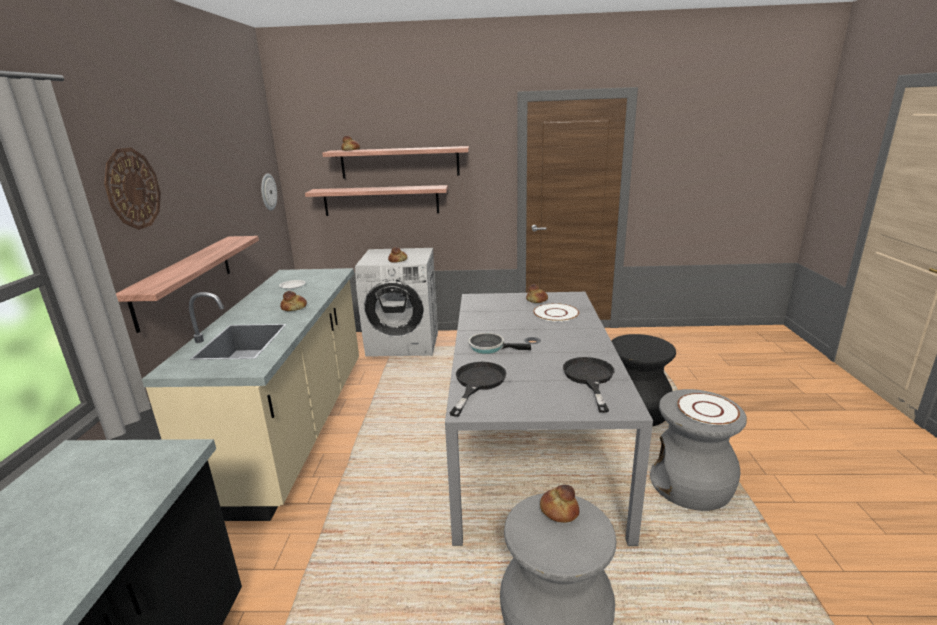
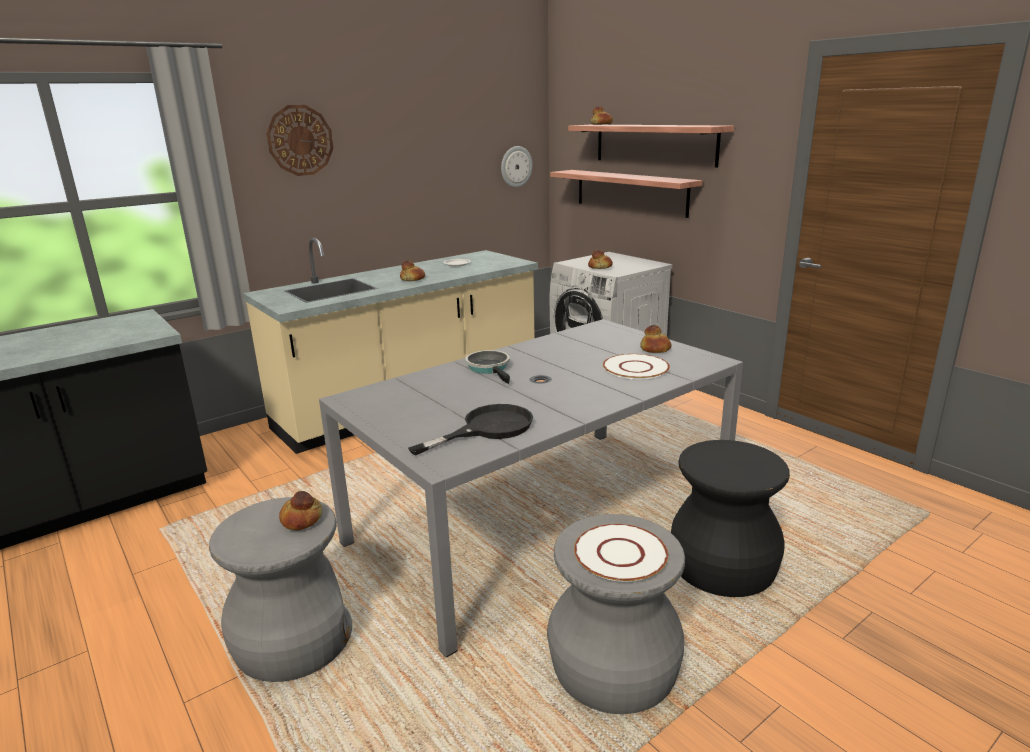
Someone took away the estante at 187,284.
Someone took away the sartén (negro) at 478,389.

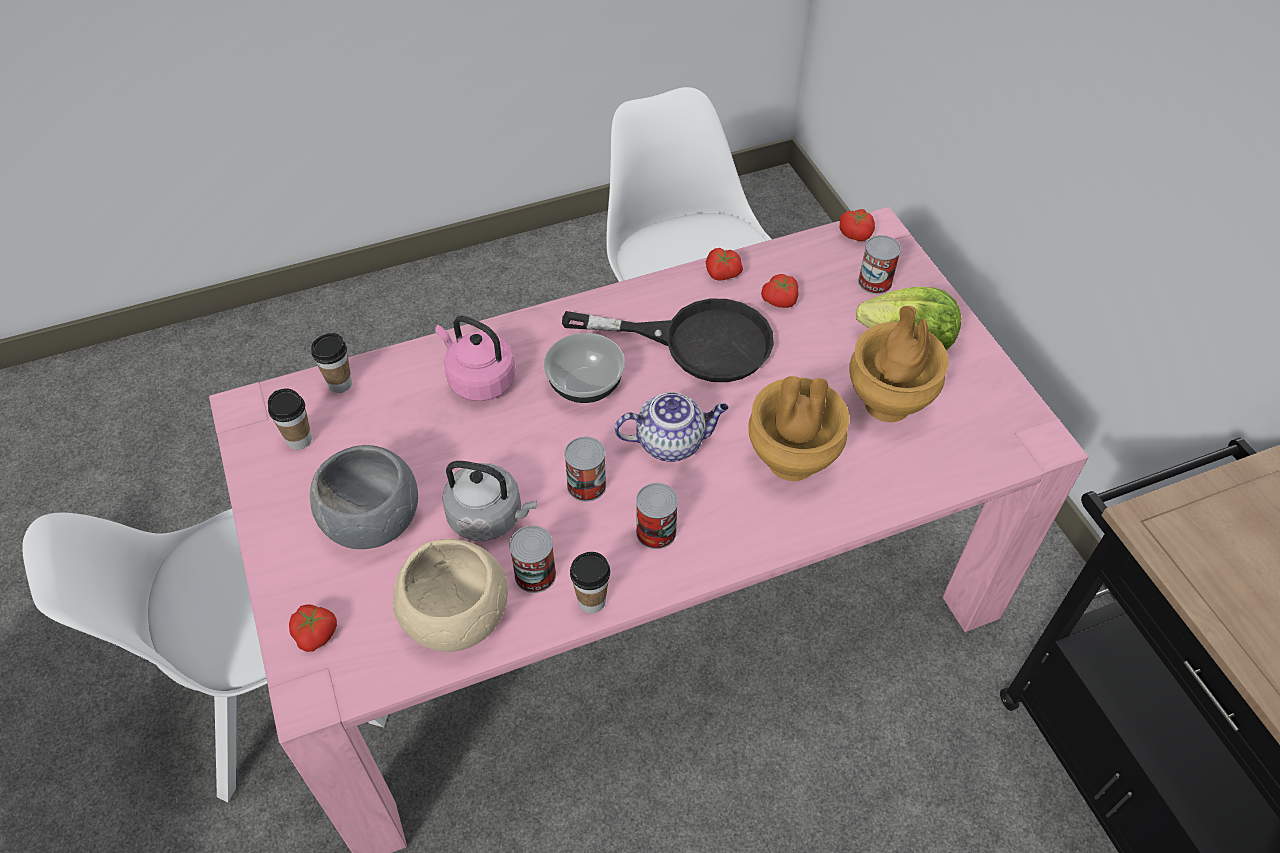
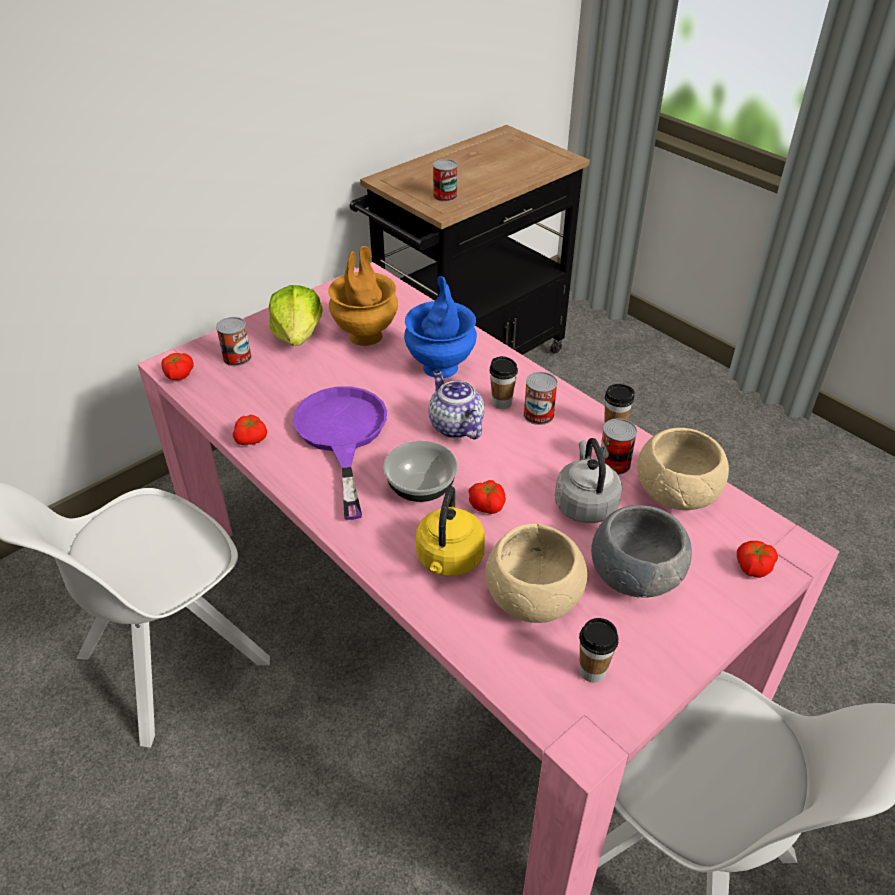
Someone repainted the sartén (negro) at 668,340, which became the sartén (morado) at 340,453.
Someone repainted the florero (marrón) at 799,428, which became the florero (azul) at 440,327.
Someone repainted the hervidor (rosa) at 475,358, which became the hervidor (amarillo) at 450,531.
Someone carried the lata from 585,469 to 445,180.
Someone carried the tomate from 779,291 to 487,497.
Someone put down the cuenco (beis) at 536,573.
Someone carried the taza from 331,363 to 504,382.

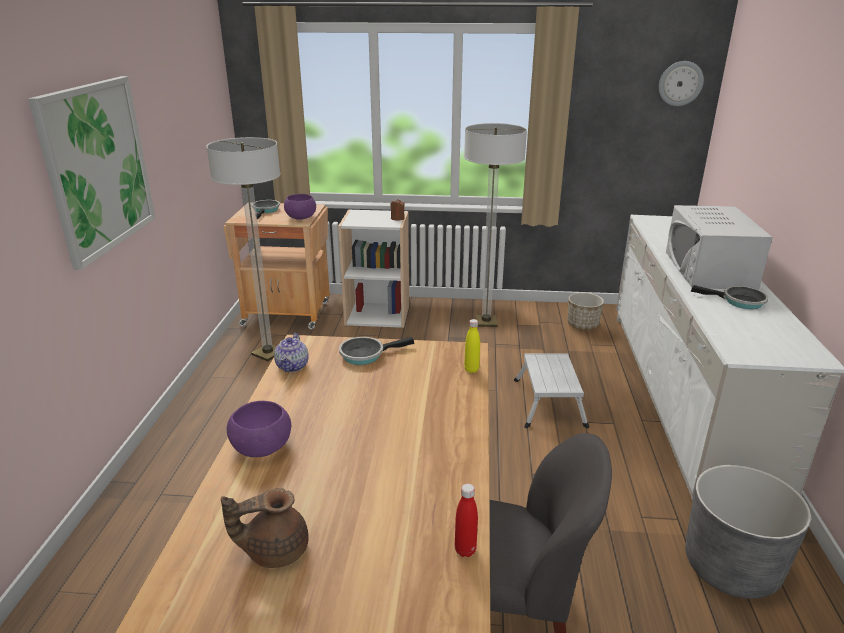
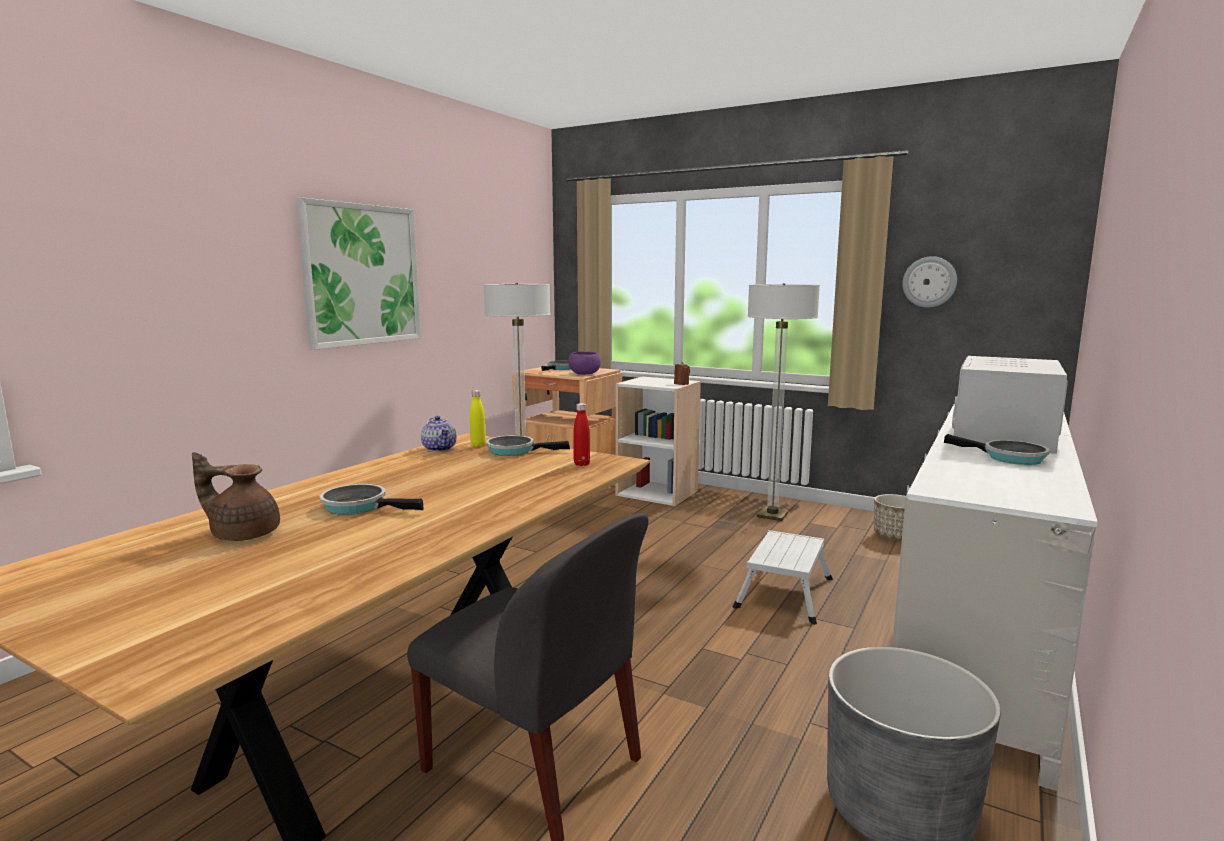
Someone put down the sartén at 372,499.
Someone rotated the tetera at 291,352 by 60 degrees counterclockwise.
Someone carried the botella (amarillo) from 472,346 to 478,418.
Someone carried the botella (rojo) from 466,520 to 581,434.
Someone carried the reloj de pared from 681,83 to 929,282.
Someone took away the cuenco (morado) at 259,429.

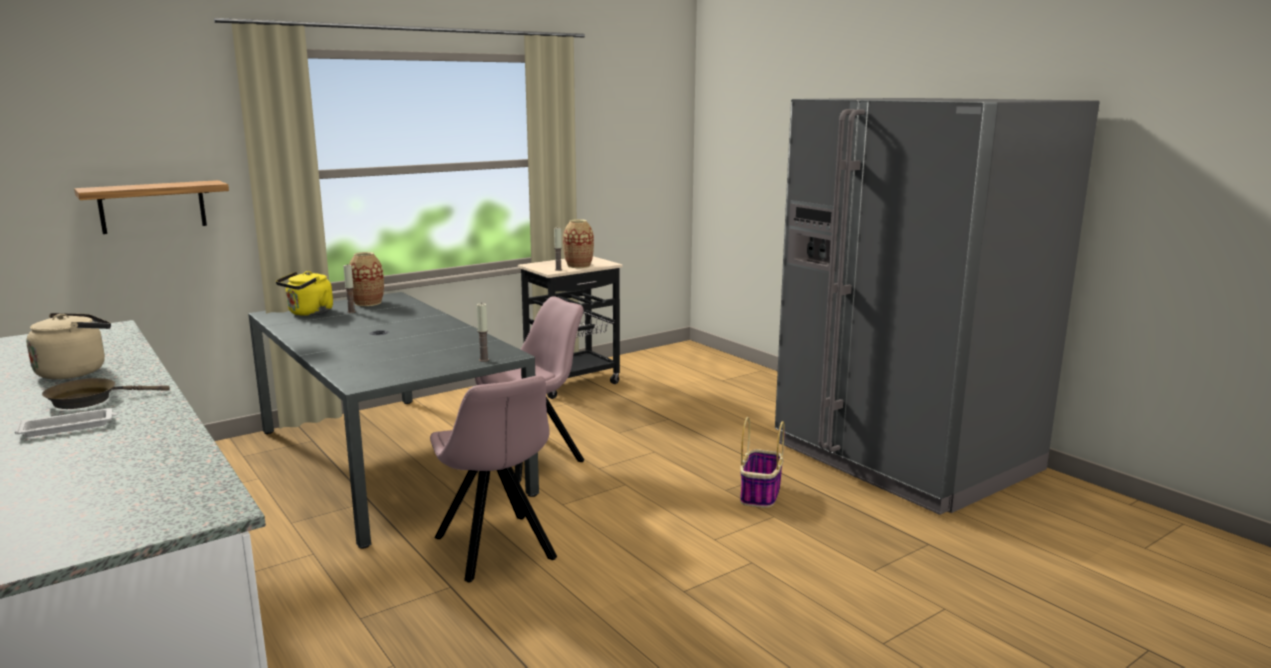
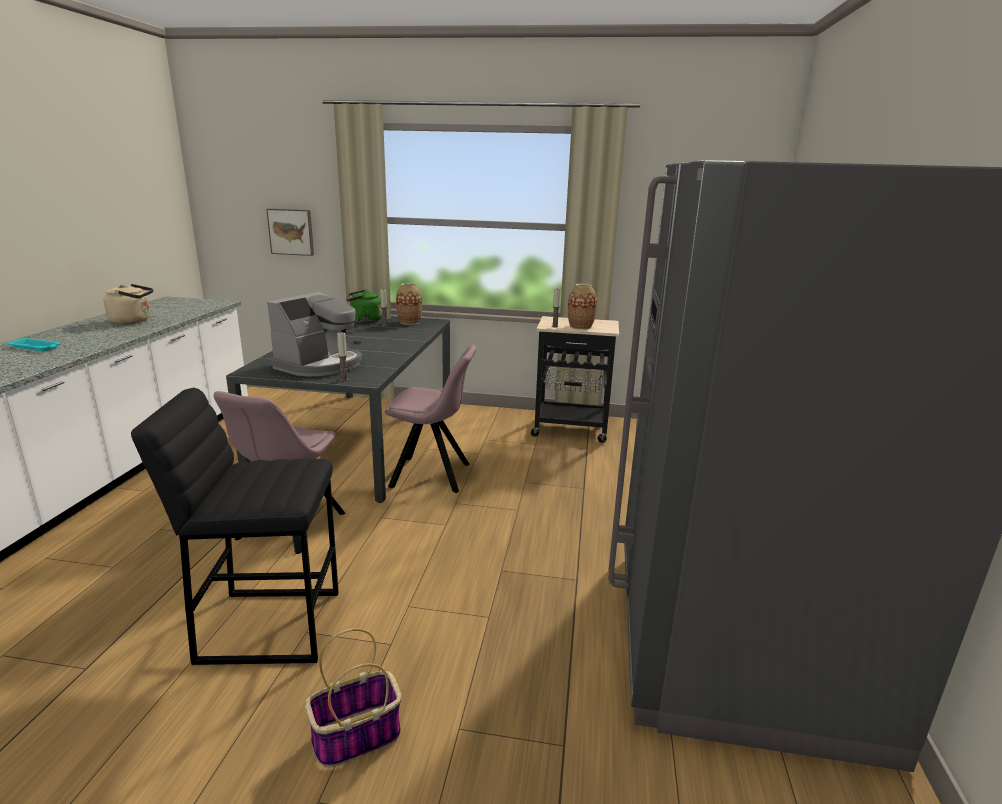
Someone repainted the bandeja (blanco) at 66,422, which became the bandeja (turquesa) at 33,344.
Someone put down the taburete (negro) at 235,526.
Someone swapped the estante at 151,207 for the cuadro at 290,232.
Someone put down the cafetera at 314,334.
Someone carried the cesta from 762,462 to 353,697.
Someone repainted the hervidor (amarillo) at 304,293, which became the hervidor (verde) at 364,306.
Someone took away the sartén (marrón) at 106,393.

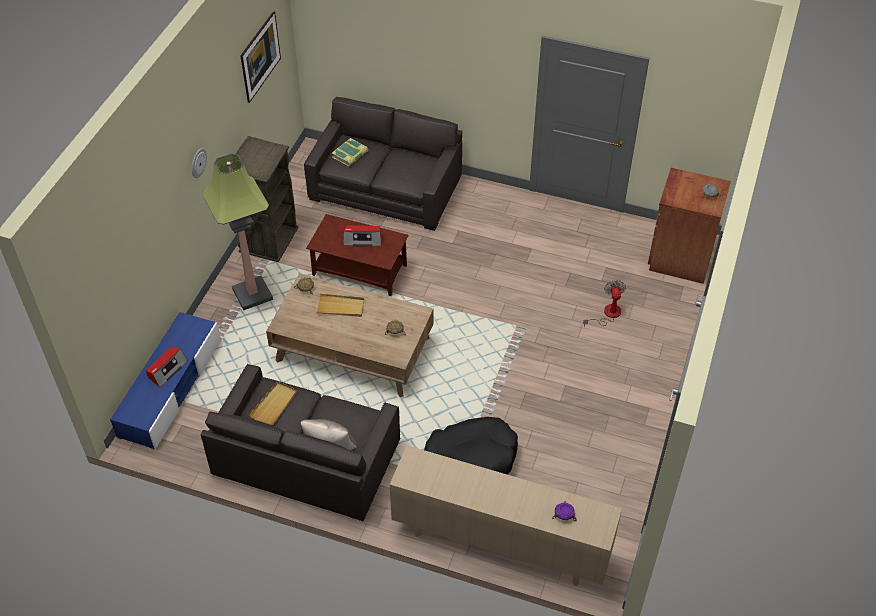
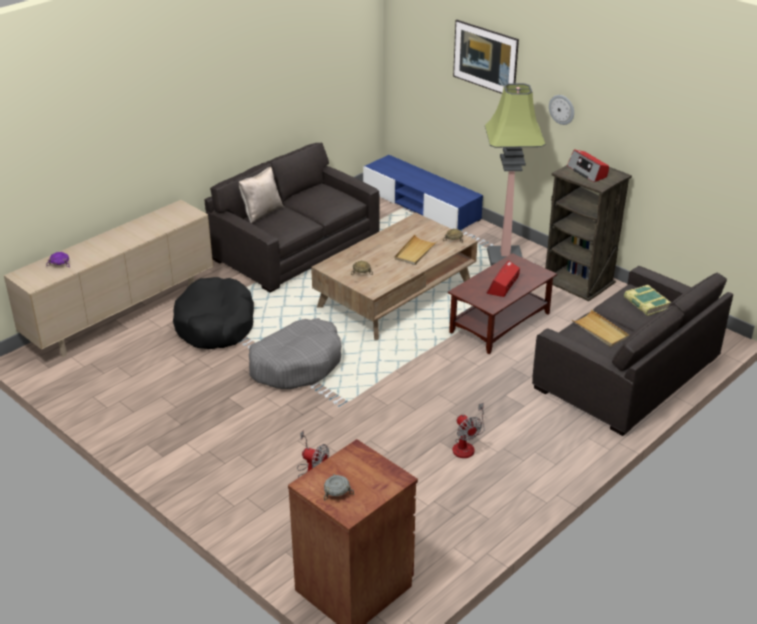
Someone put down the cama para perro (gris) at 295,353.
Someone carried the cuadro from 260,57 to 486,57.
Someone put down the ventilador at 469,430.
Someone carried the radio from 167,367 to 588,166.
Someone carried the bandeja (beis) from 273,403 to 600,328.

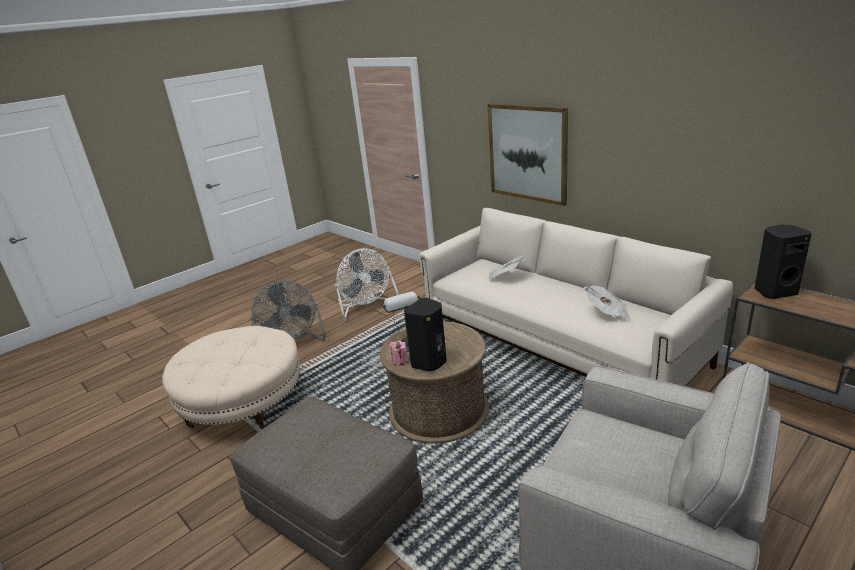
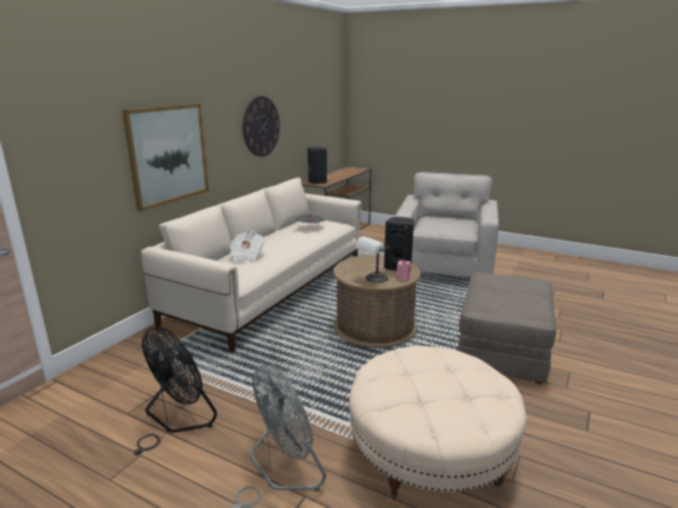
Someone repainted the ventilador (blanco) at 367,284, which became the ventilador (negro) at 174,391.
Someone put up the reloj de pared at 261,126.

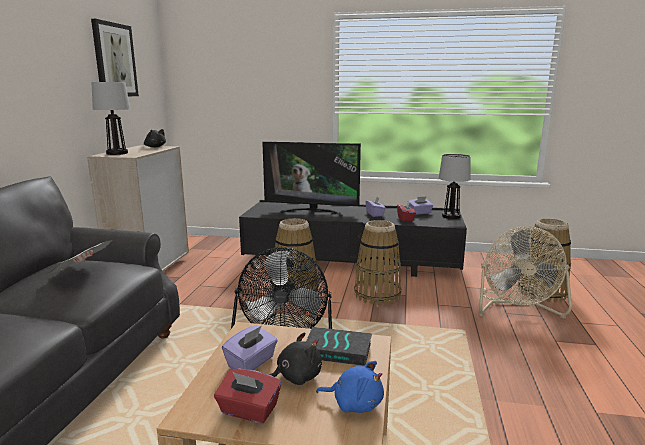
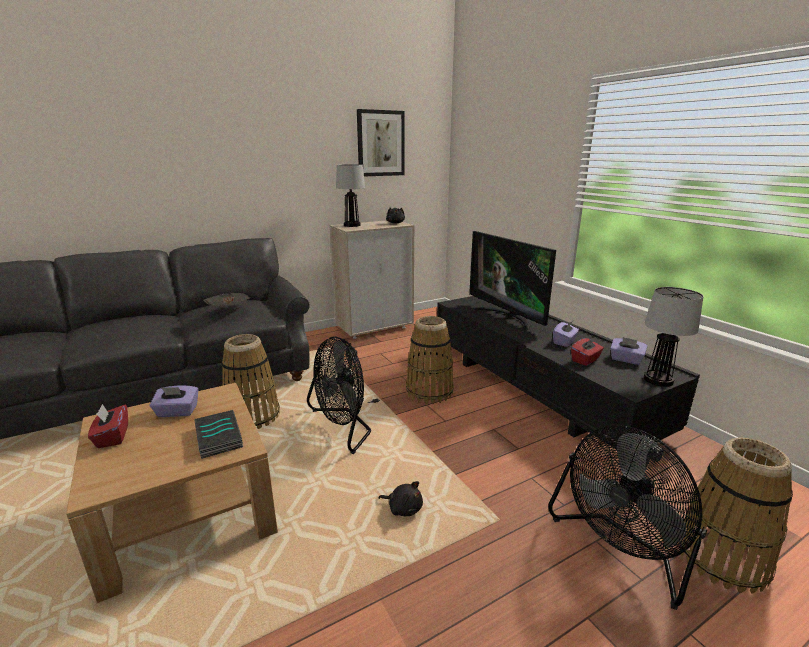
Someone carried the cesta from 377,262 to 250,381.
Someone carried the peluche (negro) from 295,358 to 401,498.
Someone repainted the ventilador (beis) at 525,272, which became the ventilador (negro) at 627,517.
Someone took away the peluche (azul) at 350,387.

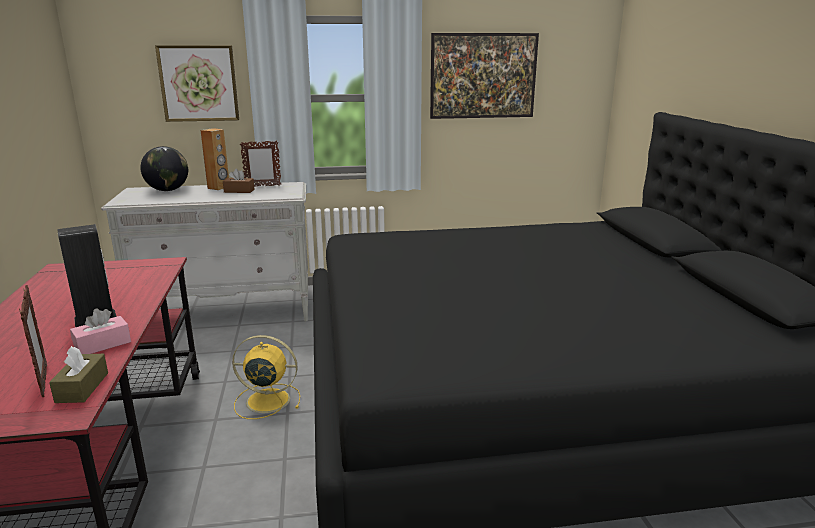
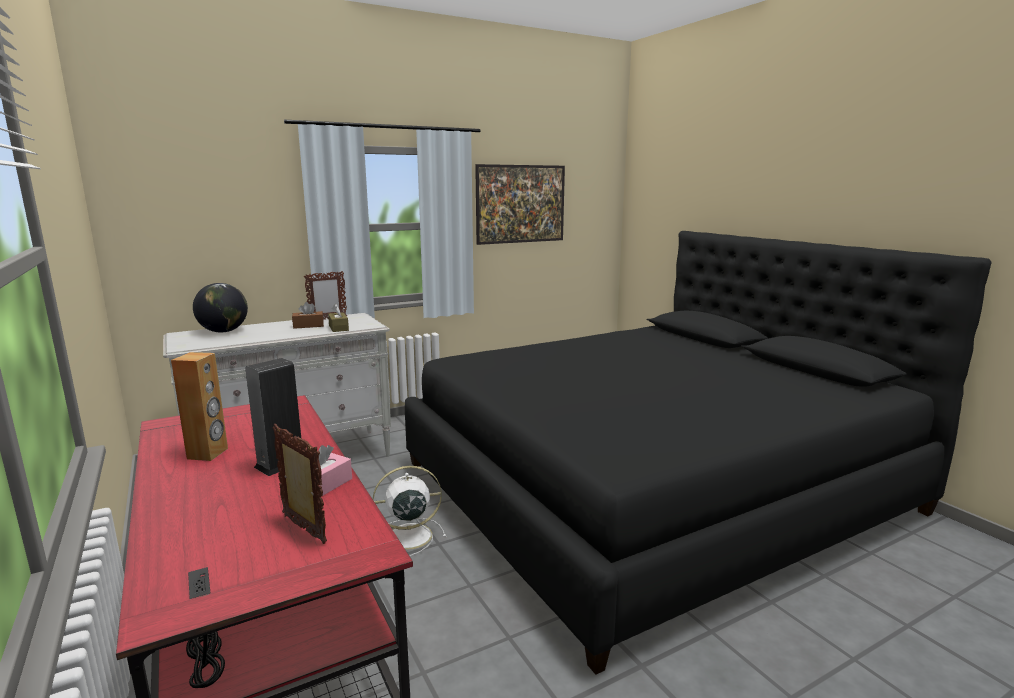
Someone carried the altavoz (marrón) from 214,159 to 199,406.
Someone carried the caja de pañuelos (marrón) from 78,374 to 338,318.
Someone repainted the ventilador (amarillo) at 266,377, which became the ventilador (blanco) at 410,511.
Someone took away the cuadro at 197,83.

